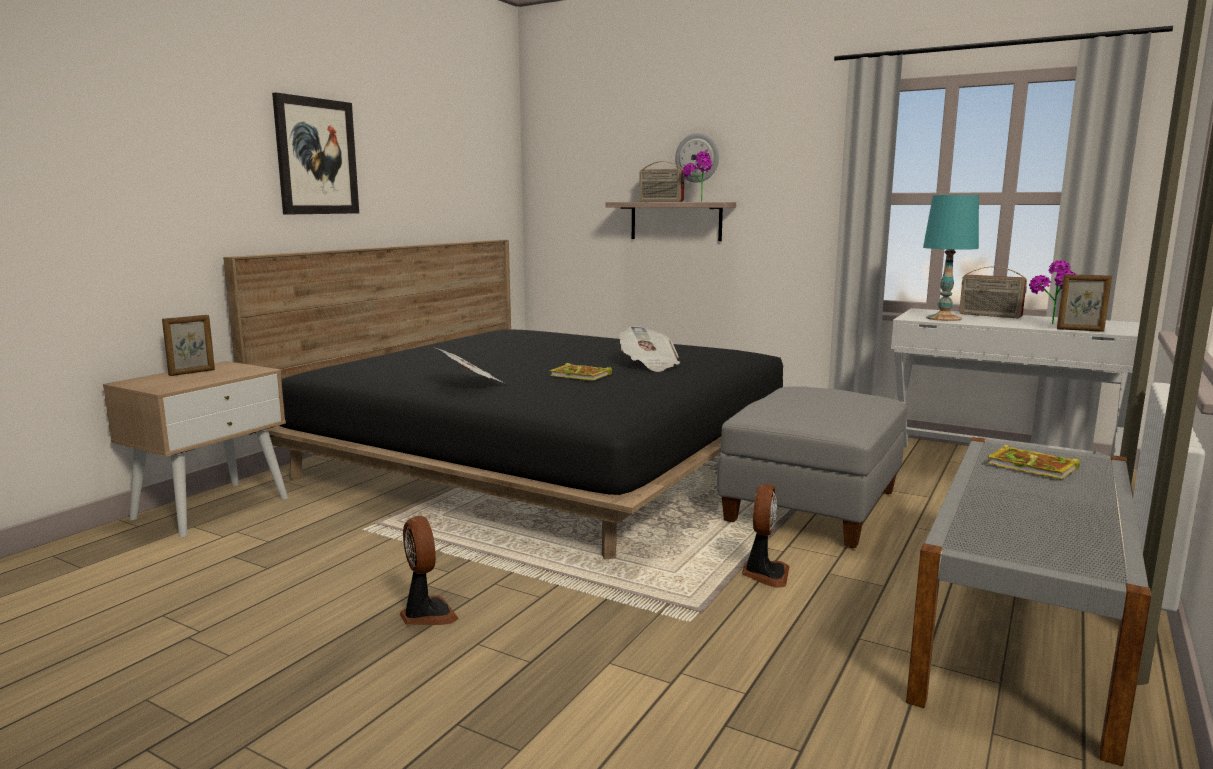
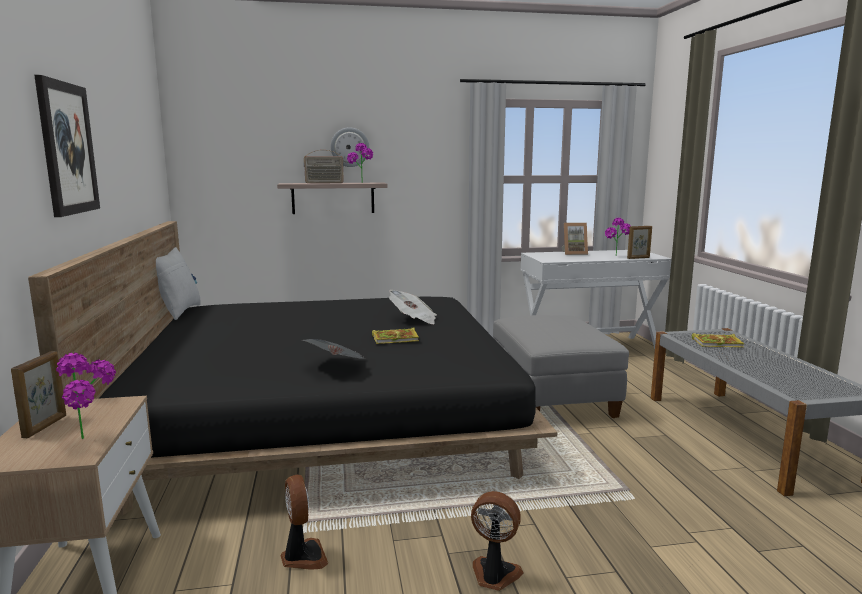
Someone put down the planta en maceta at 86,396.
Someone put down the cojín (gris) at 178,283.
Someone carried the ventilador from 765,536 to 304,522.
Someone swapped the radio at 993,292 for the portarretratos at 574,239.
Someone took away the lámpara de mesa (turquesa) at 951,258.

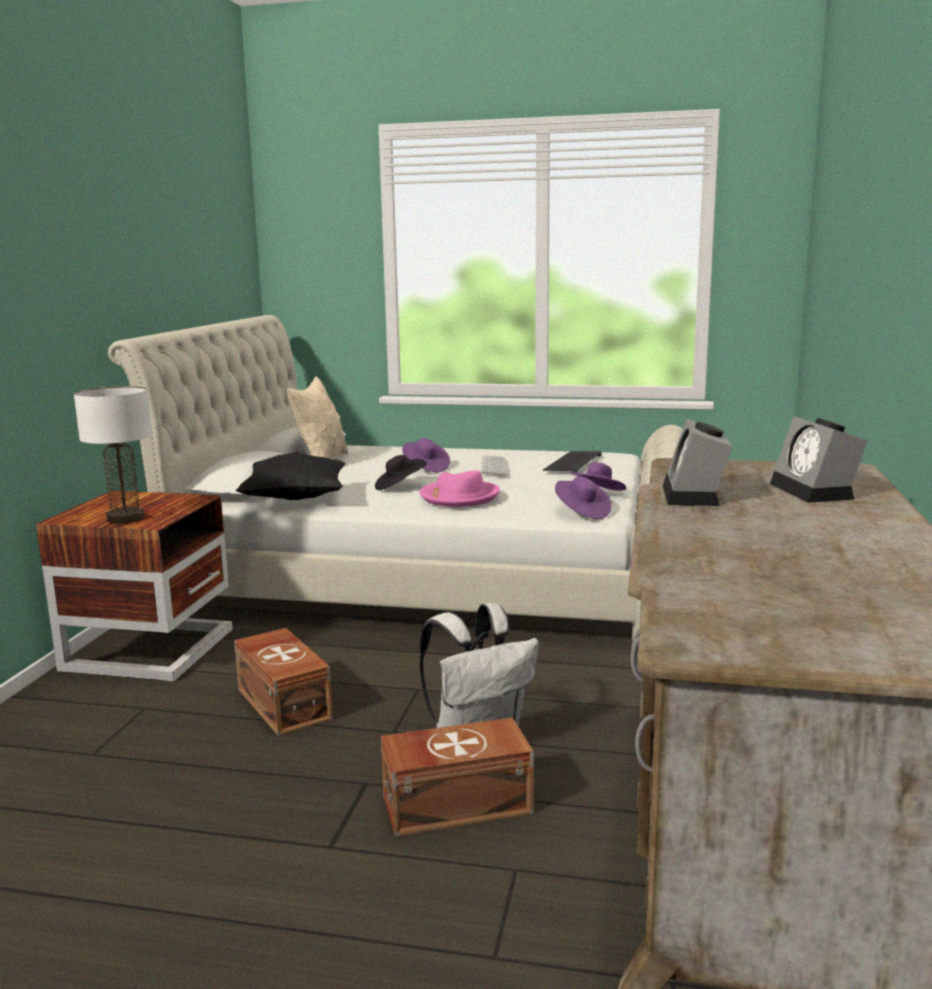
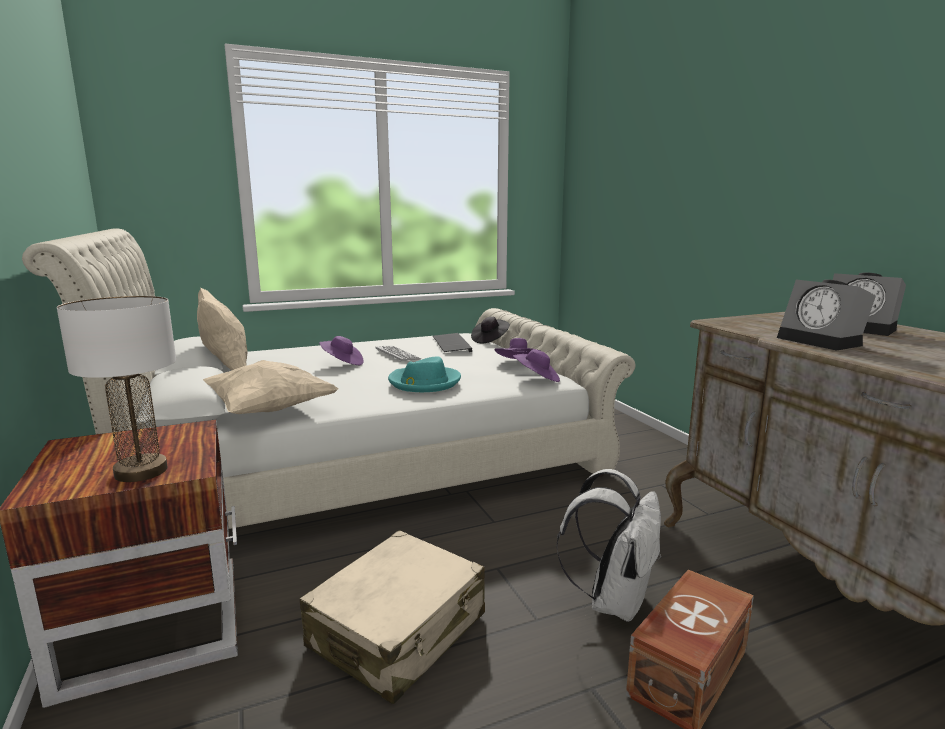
Someone repainted the cojín (negro) at 290,475, which became the cojín (beis) at 271,387.
Someone swapped the caja de almacenaje (marrón) at 283,682 for the maleta (beis) at 392,617.
Someone repainted the sombrero (rosa) at 460,489, which became the sombrero (turquesa) at 424,374.
Someone carried the sombrero (negro) from 401,472 to 490,330.

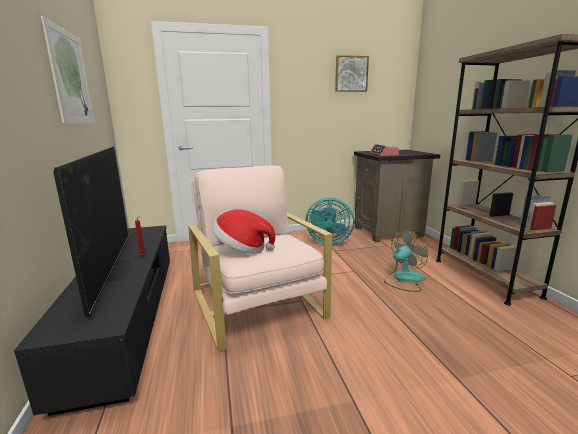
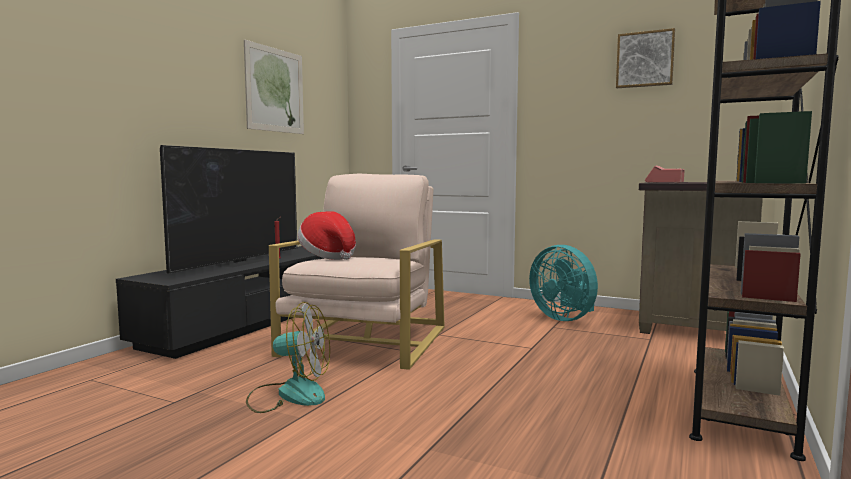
Someone carried the ventilador from 406,261 to 288,357.

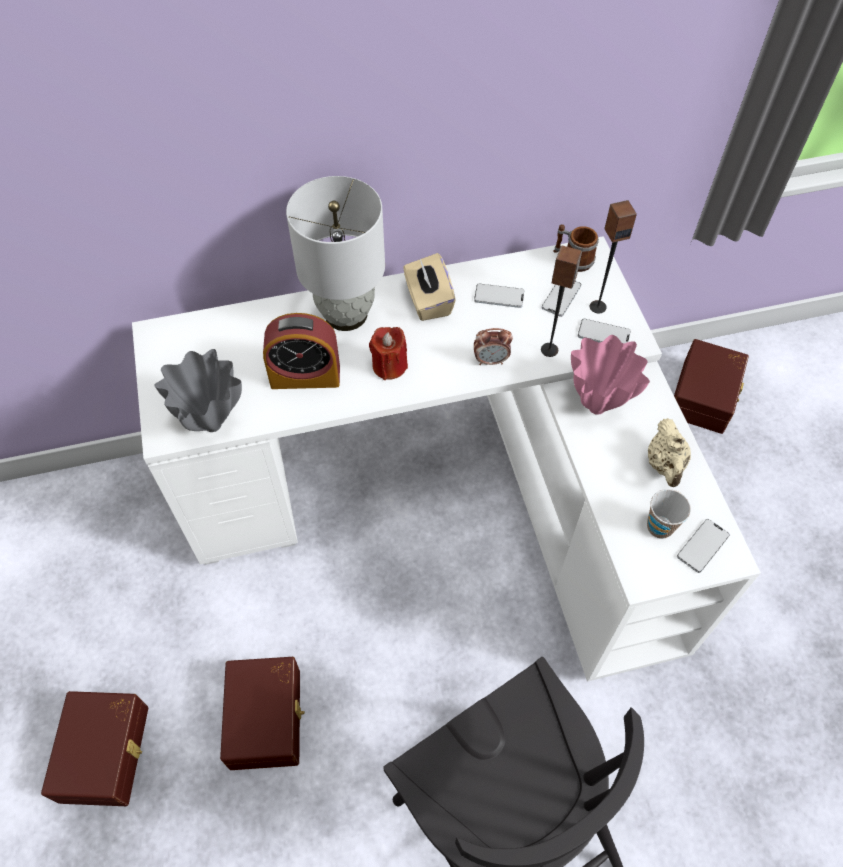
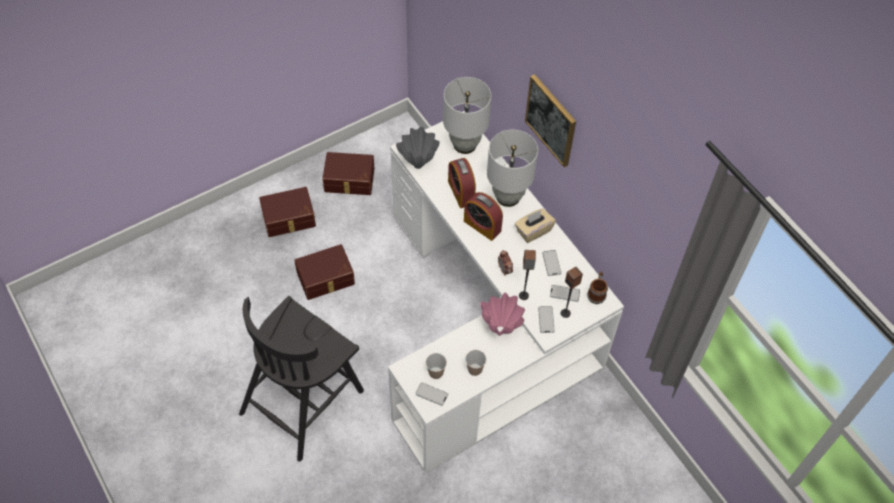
Someone carried the caja de almacenaje (marrón) from 711,386 to 349,173.
Someone put down the lámpara de mesa (blanco) at 467,115.
Someone swapped the vela (rojo) at 388,353 for the despertador at 483,216.
Someone swapped the tetera (beis) at 669,452 for the taza at 476,363.
Someone put up the cuadro at 550,120.

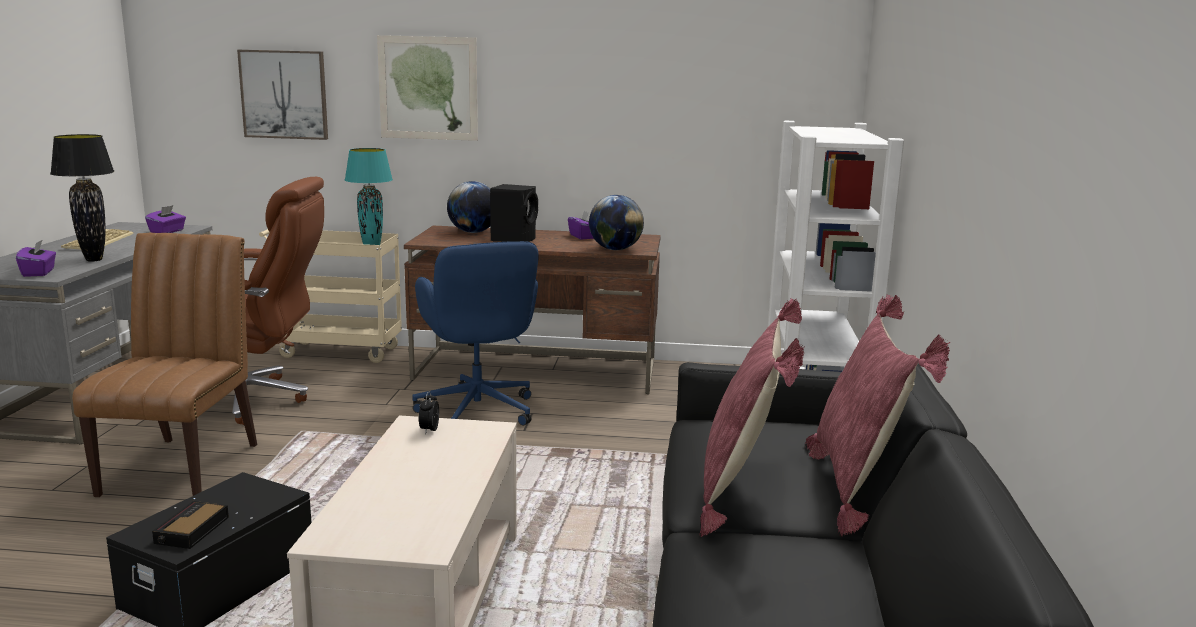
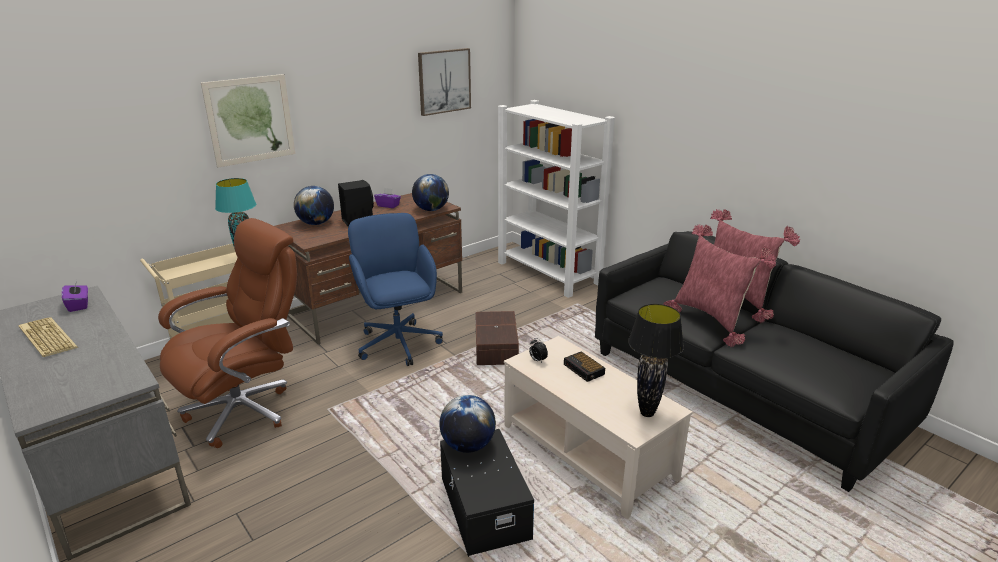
Someone rotated the silla de oficina (azul) at 475,333 by 135 degrees counterclockwise.
Someone carried the cuadro from 282,95 to 444,82.
Someone put down the globo terráqueo at 467,424.
Someone put down the caja de almacenaje (marrón) at 497,338.
Someone carried the despertador from 190,525 to 584,366.
Someone carried the lámpara de mesa (negro) from 82,198 to 656,360.
Someone took away the caja de pañuelos (morado) at 36,258.
Someone took away the silla (marrón) at 164,365.

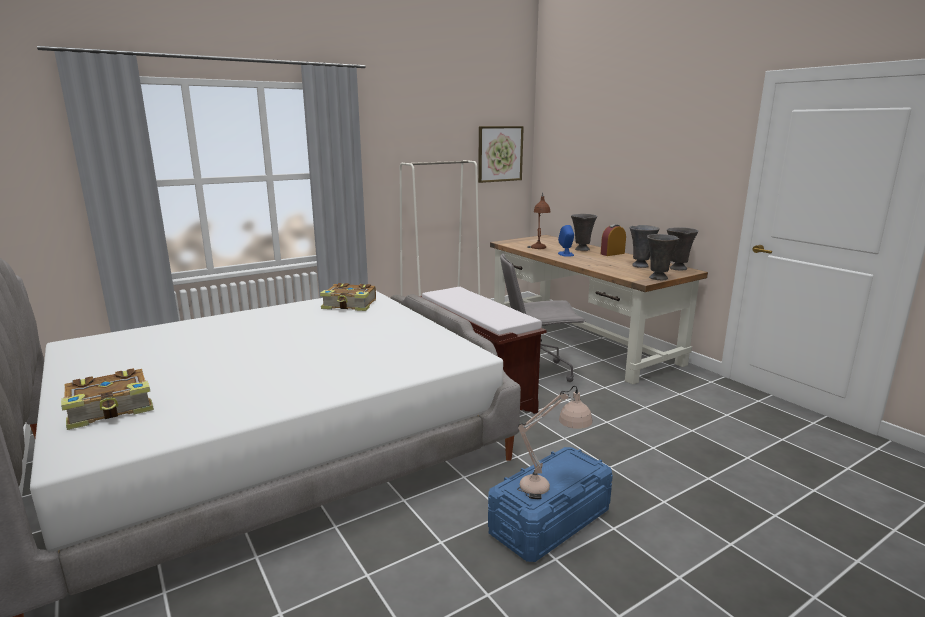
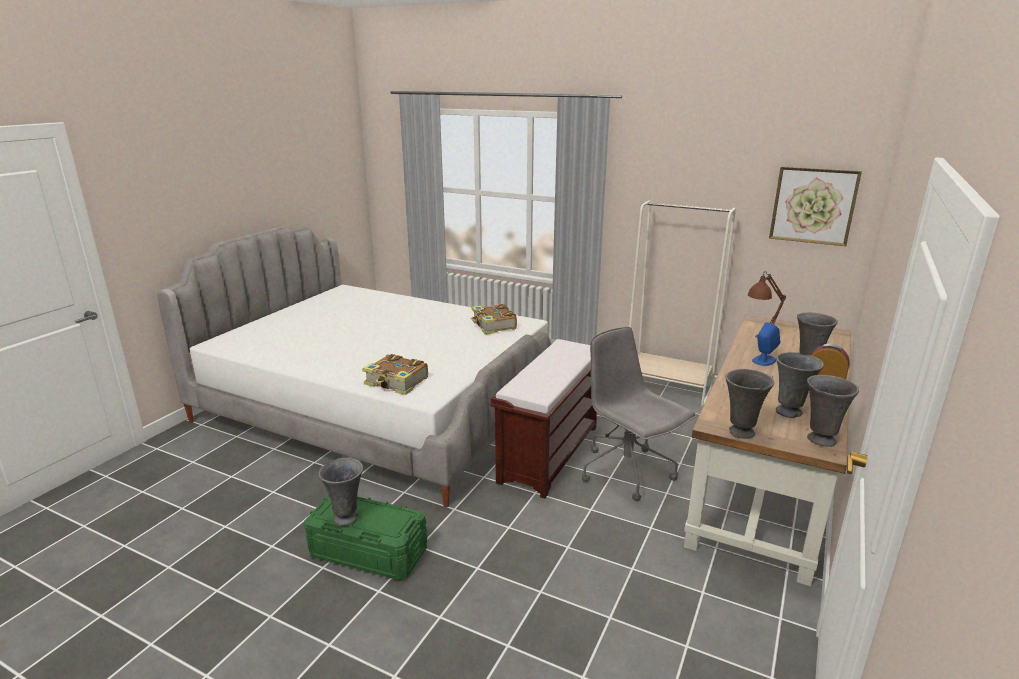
Someone repainted the caja de almacenaje (azul) at 550,504, which became the caja de almacenaje (verde) at 365,538.
Someone swapped the lámpara de mesa (beis) at 554,442 for the florero (gris) at 341,492.
Someone carried the libro from 107,399 to 395,374.

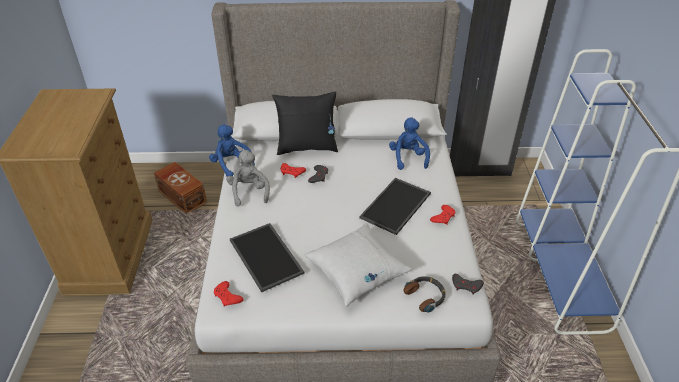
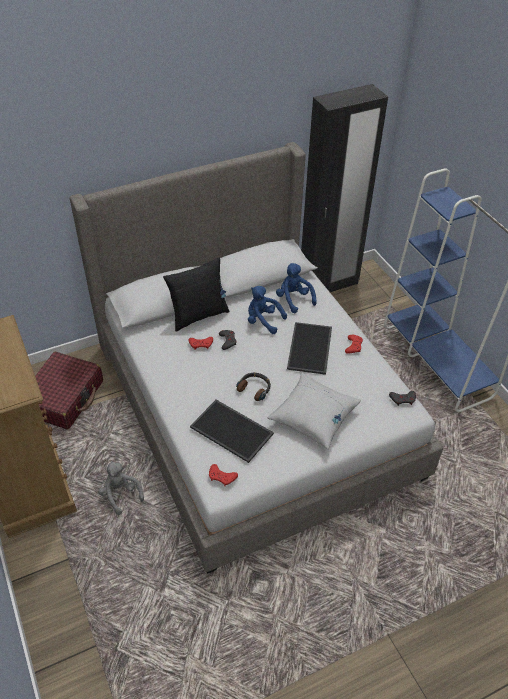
Someone swapped the caja de almacenaje (marrón) at 180,188 for the maleta (rojo) at 69,391.
Someone carried the peluche (gris) from 248,178 to 121,488.
Someone carried the auriculares from 425,294 to 253,386.
Someone carried the peluche (azul) from 232,151 to 267,310.

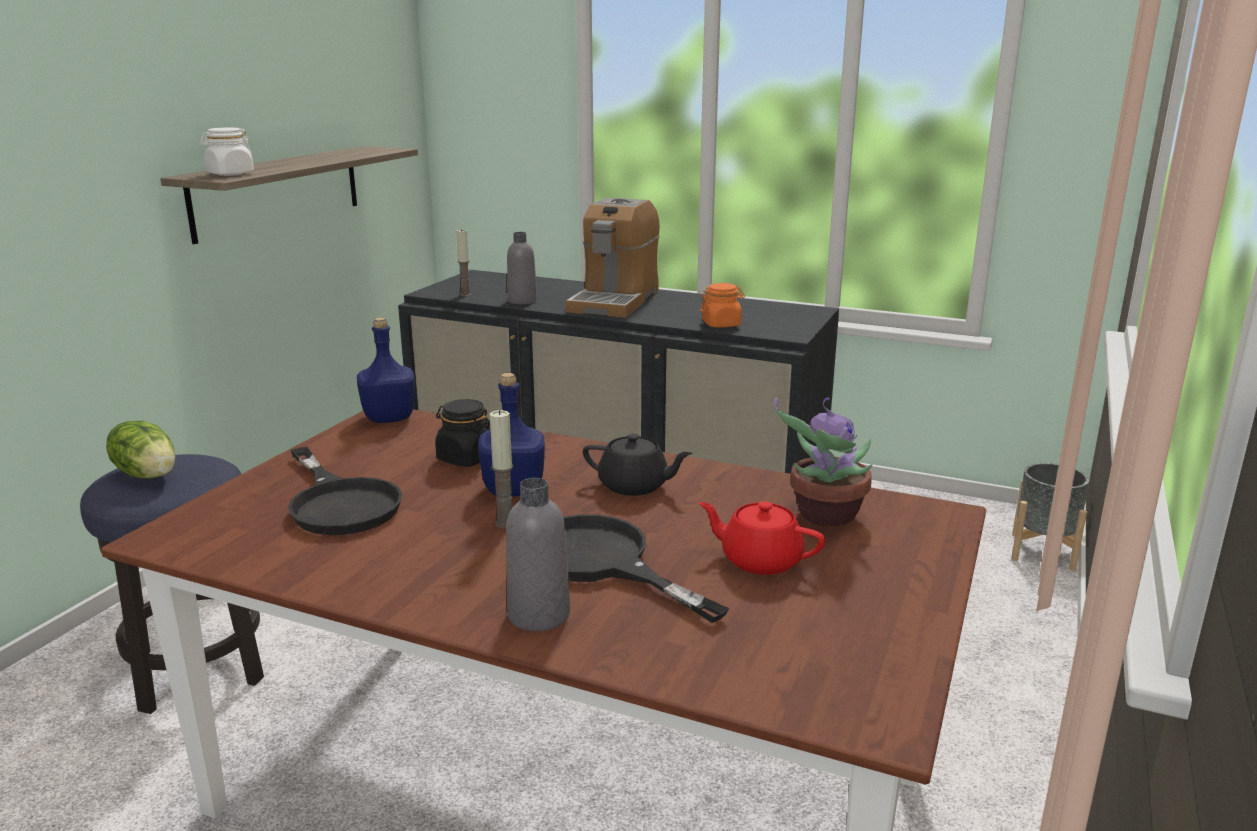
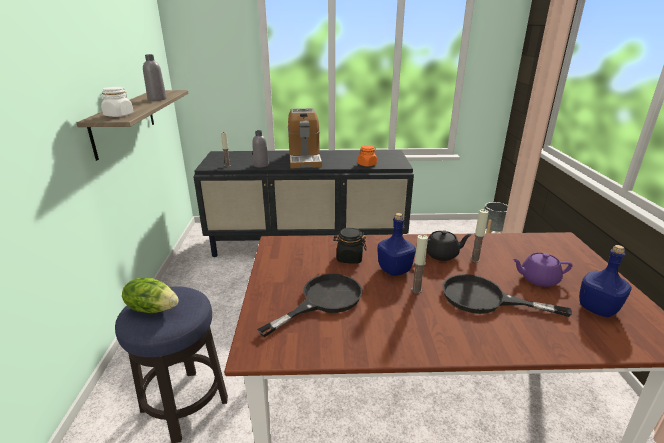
Someone carried the botella (gris) from 538,554 to 155,77.
Someone rotated the sartén (negro) at 345,490 by 75 degrees counterclockwise.
Someone put down the vela at 479,236.
Someone repainted the tetera (rojo) at 761,538, which became the tetera (morado) at 542,270.
Someone carried the botella (azul) from 386,370 to 605,281.
Someone took away the planta en maceta at 822,461.

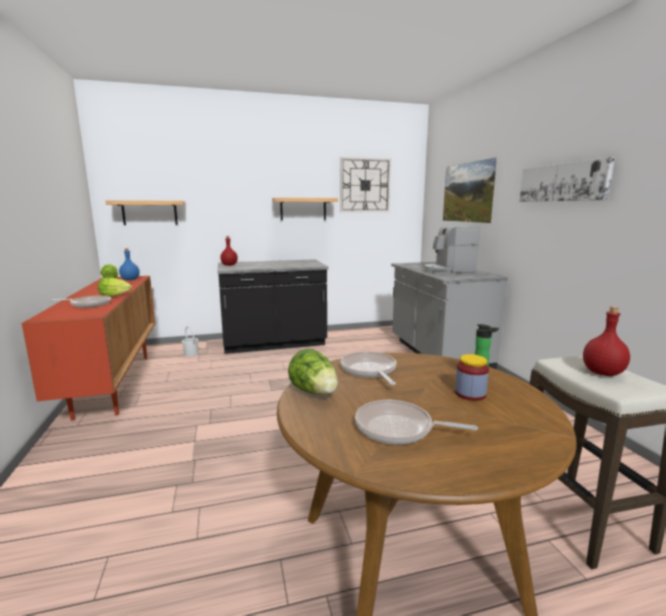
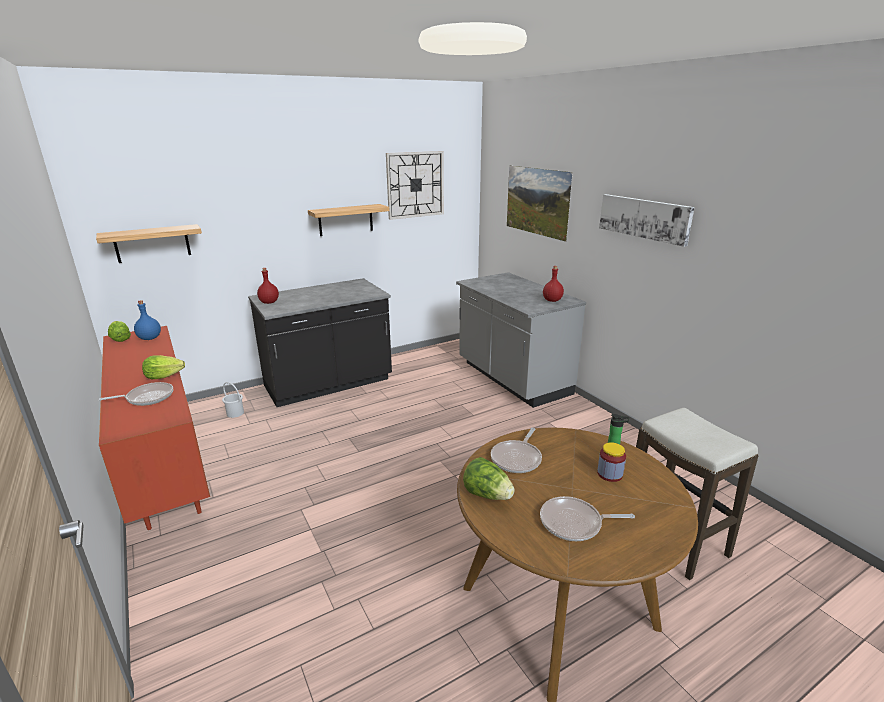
Someone rotated the sartén at 368,368 by 120 degrees counterclockwise.
Someone carried the botella (rojo) from 606,341 to 553,284.
Someone took away the cafetera at 452,249.

